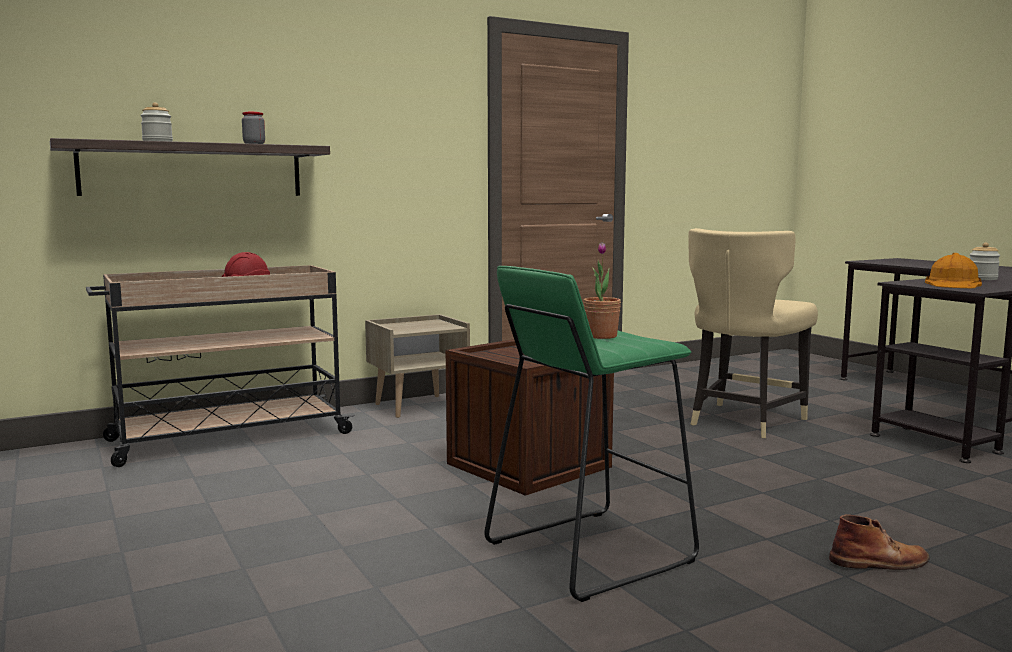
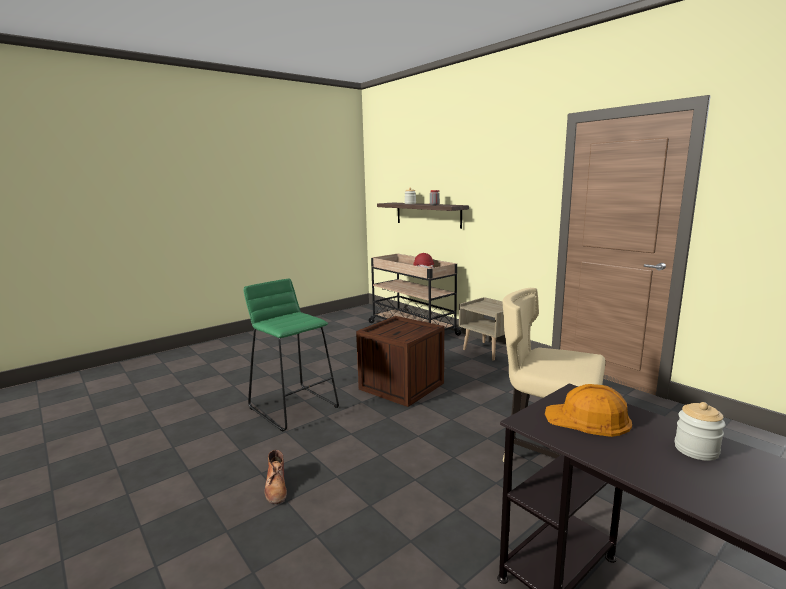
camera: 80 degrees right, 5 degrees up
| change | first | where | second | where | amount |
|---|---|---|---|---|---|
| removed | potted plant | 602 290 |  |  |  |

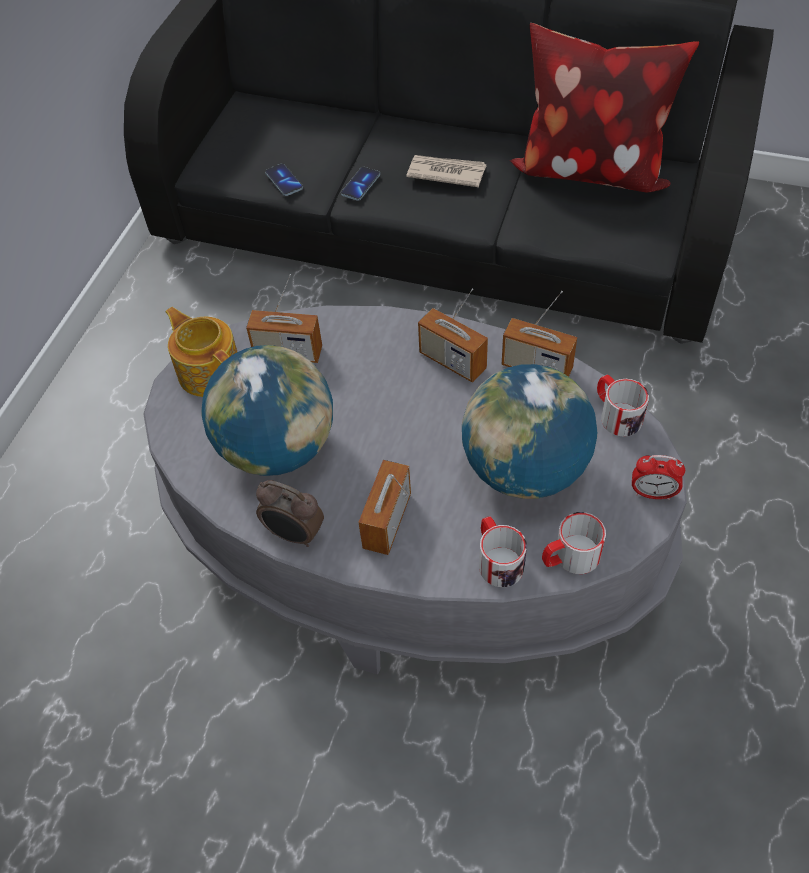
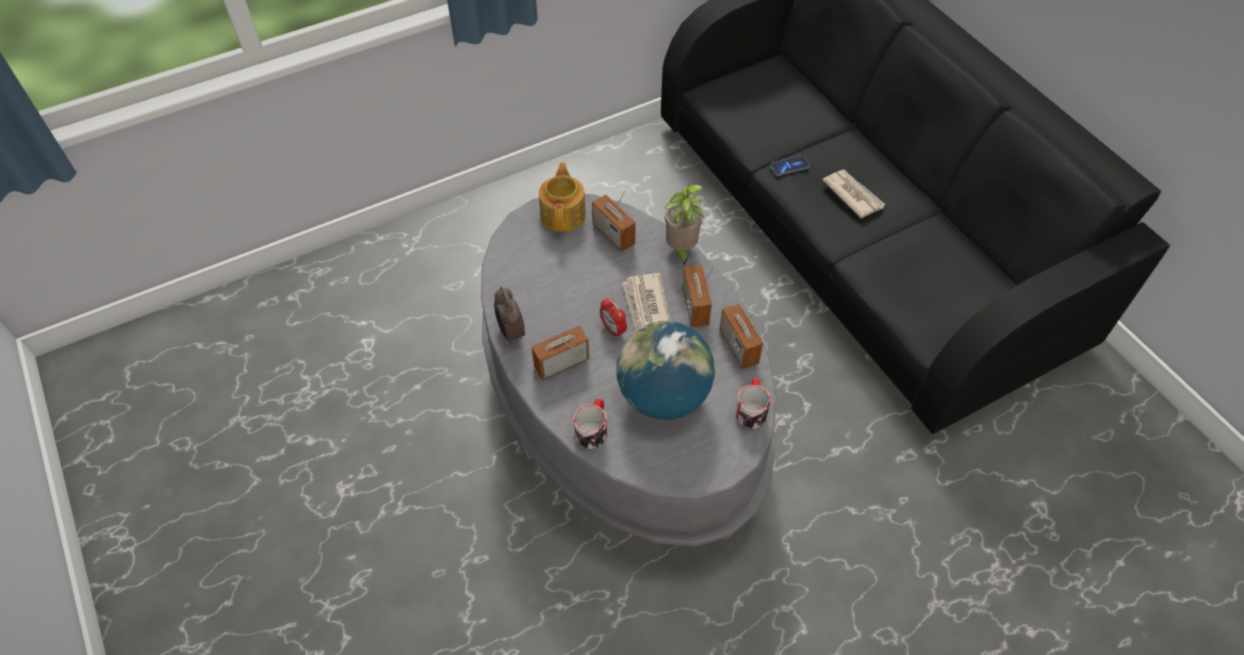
camera: 40 degrees right, 0 degrees up
| change | first | where | second | where | amount |
|---|---|---|---|---|---|
| moved | alarm clock | 658 477 |  | 613 318 |  |
| added |  |  | newspaper | 646 302 |  |
| added |  |  | potted plant | 684 225 |  |
| removed | globe | 267 410 |  |  |  |
| removed | phone | 284 179 |  |  |  |
| removed | pillow | 604 107 |  |  |  |
| removed | mug | 574 543 |  |  |  |

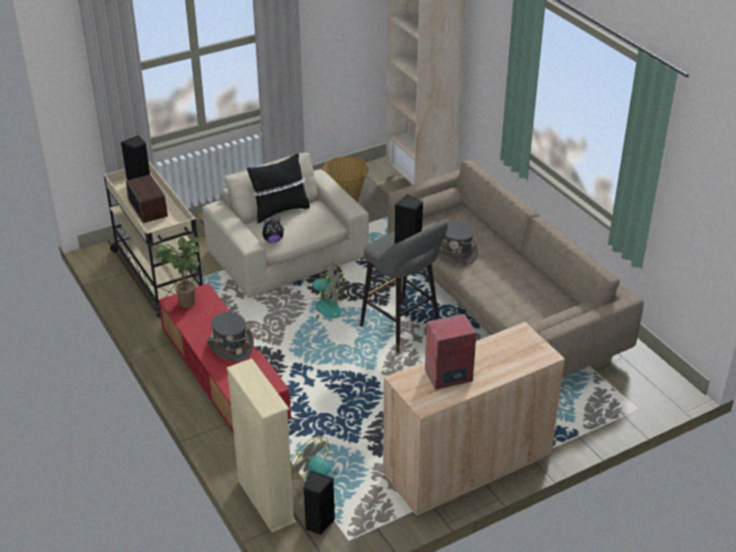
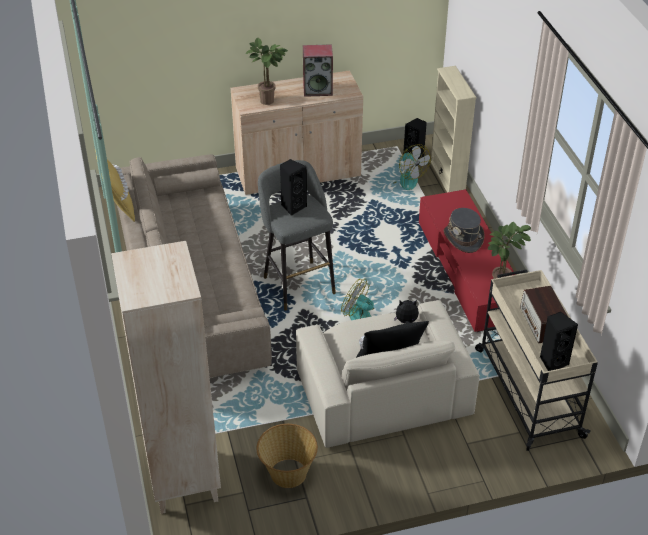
camera: 165 degrees left, 5 degrees up
| change | first | where | second | where | amount |
|---|---|---|---|---|---|
| added |  |  | yellow pillow | 115 186 |  |
| added |  |  | potted plant | 266 71 |  |
| removed | grey hat | 458 242 |  |  |  |

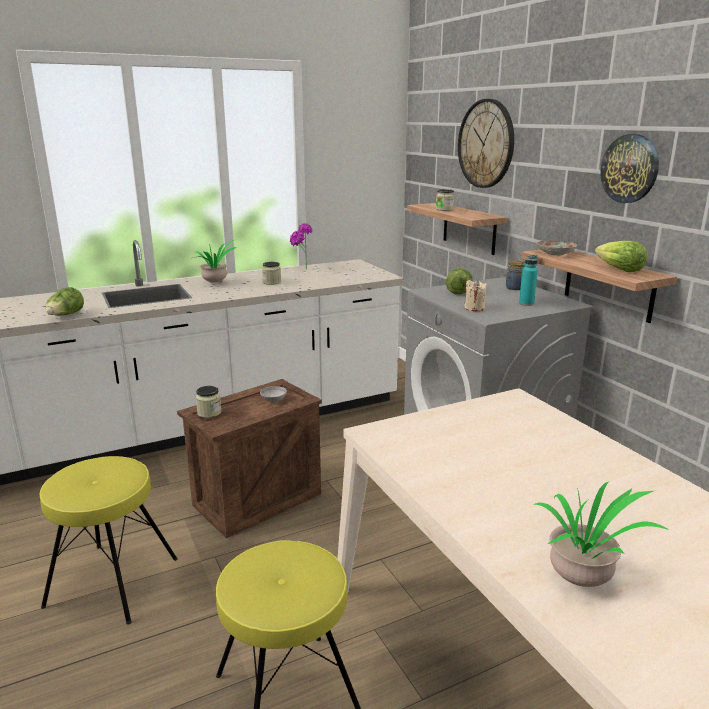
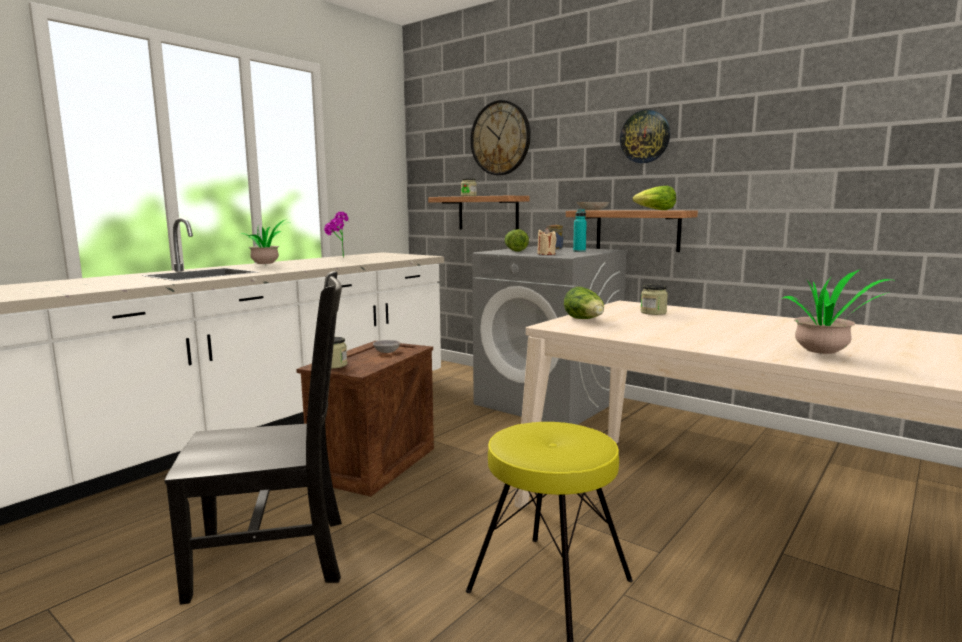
camera: 25 degrees left, 10 degrees down
| change | first | where | second | where | amount |
|---|---|---|---|---|---|
| replaced | yellow stool | 109 540 | black chair | 253 438 |  |
| moved | lettuce | 64 301 |  | 584 303 |  |
| moved | jar | 271 273 |  | 654 300 |  |

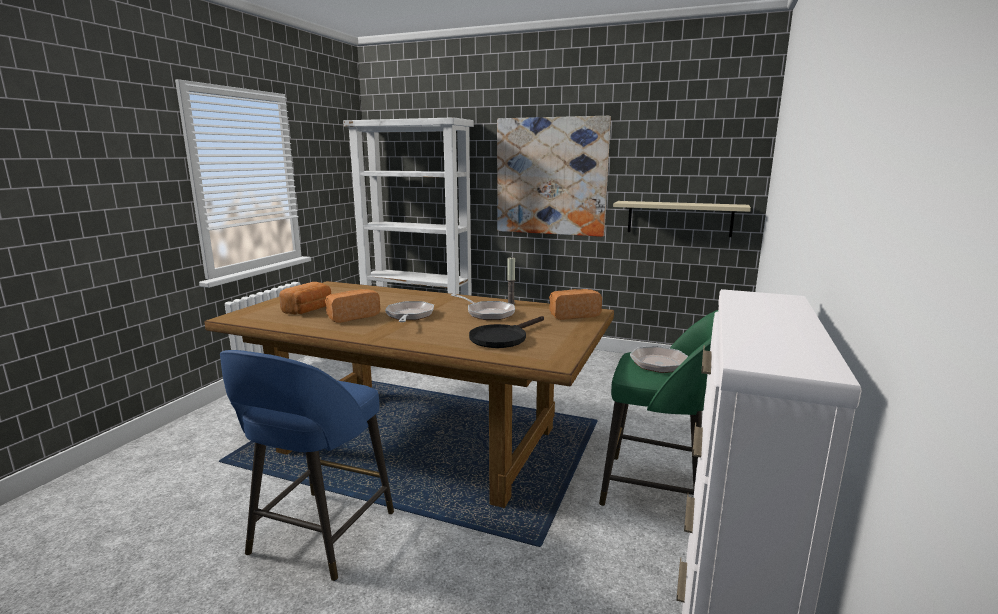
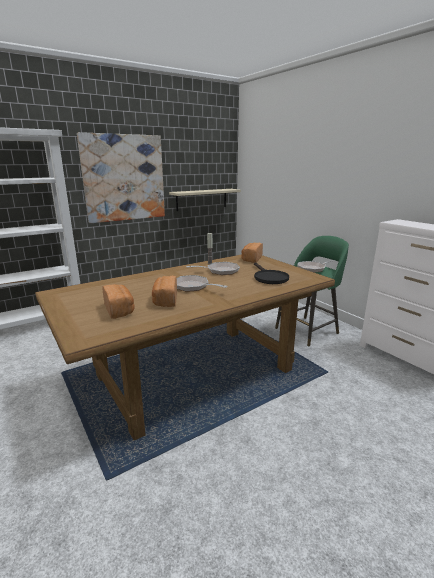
camera: 55 degrees left, 5 degrees up
| change | first | where | second | where | amount |
|---|---|---|---|---|---|
| removed | blue stool | 307 465 |  |  |  |

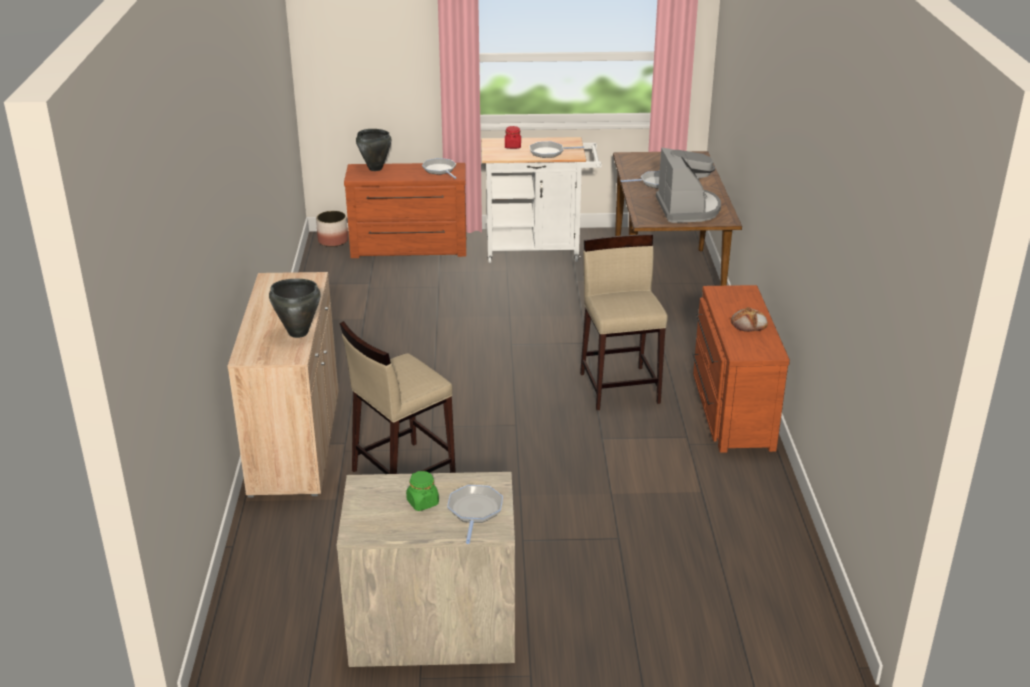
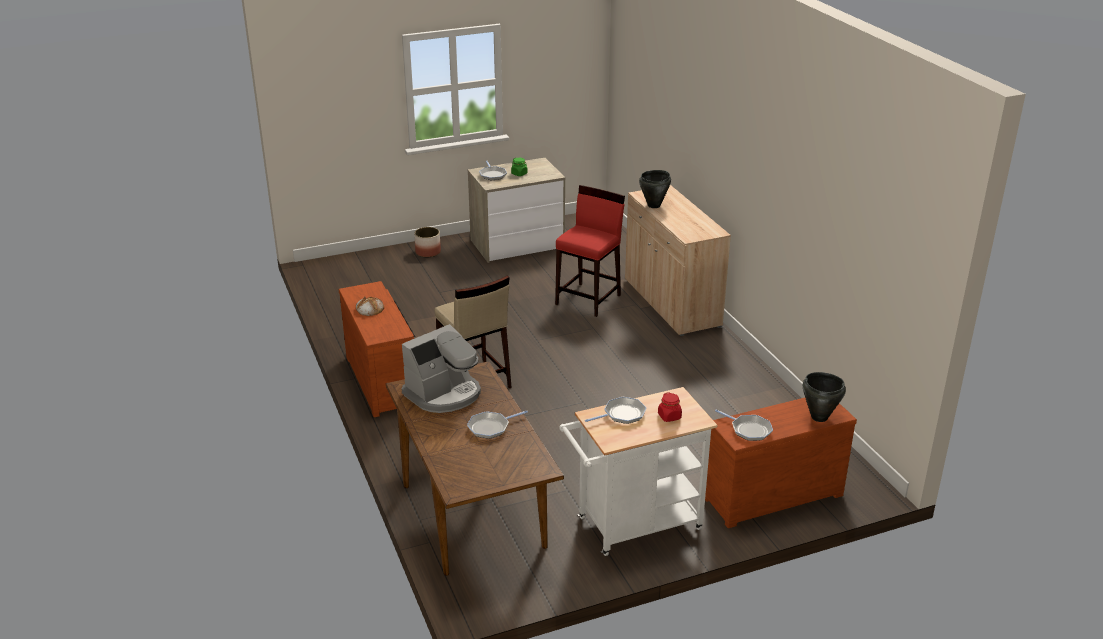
camera: 160 degrees right, 0 degrees up
| change | first | where | second | where | amount |
|---|---|---|---|---|---|
| turned | coffee machine | 688 185 |  | 441 368 | 105 degrees counterclockwise |
| moved | planter | 332 229 |  | 427 242 |  |
| recoloured | beige stool | 398 397 | red stool | 590 251 |  |

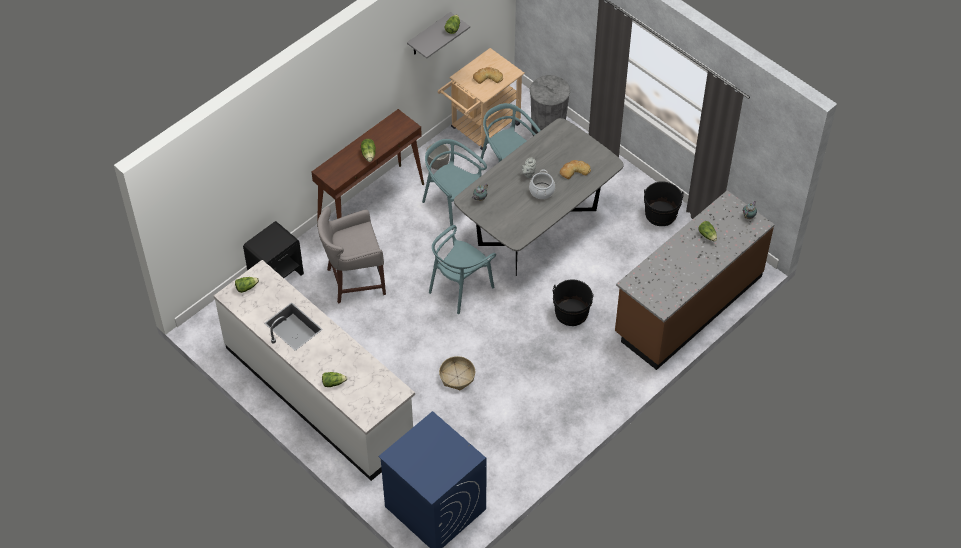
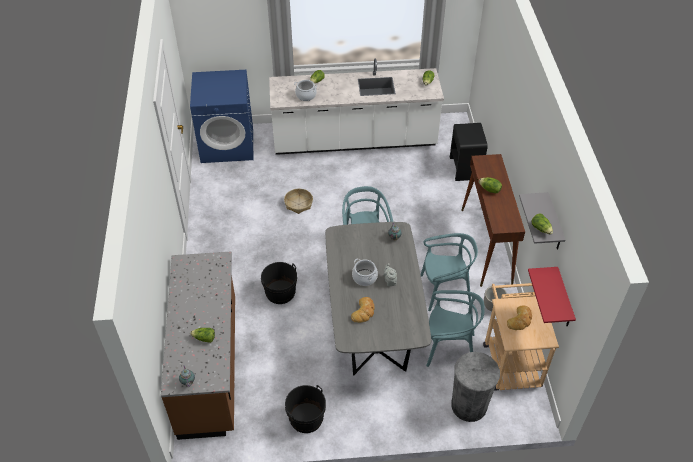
camera: 130 degrees right, 5 degrees down
| change | first | where | second | where | amount |
|---|---|---|---|---|---|
| added |  |  | cooking pot | 305 90 |  |
| added |  |  | red shelf | 552 297 |  |
| removed | grey stool | 352 255 |  |  |  |

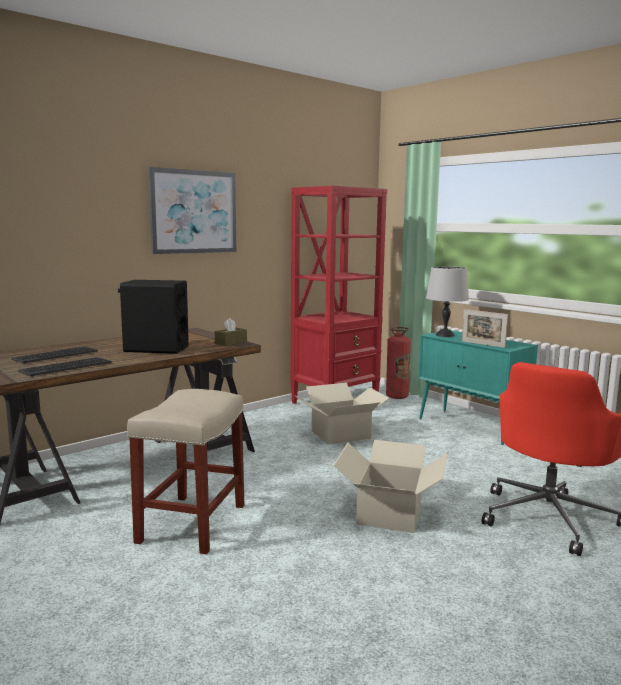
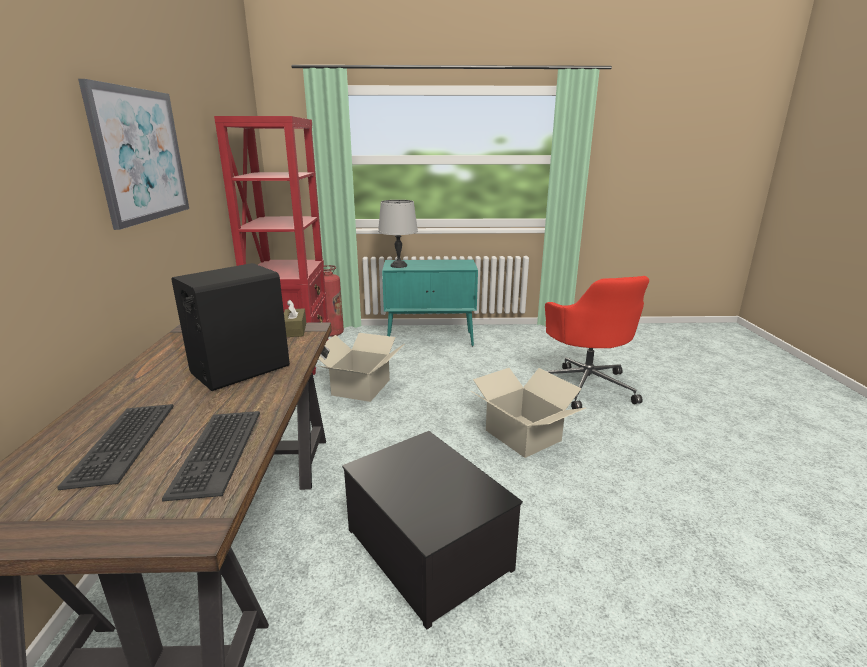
camera: 50 degrees left, 10 degrees up
| change | first | where | second | where | amount |
|---|---|---|---|---|---|
| replaced | beige stool | 185 471 | storage box | 432 530 |  |
| removed | picture frame | 485 328 |  |  |  |

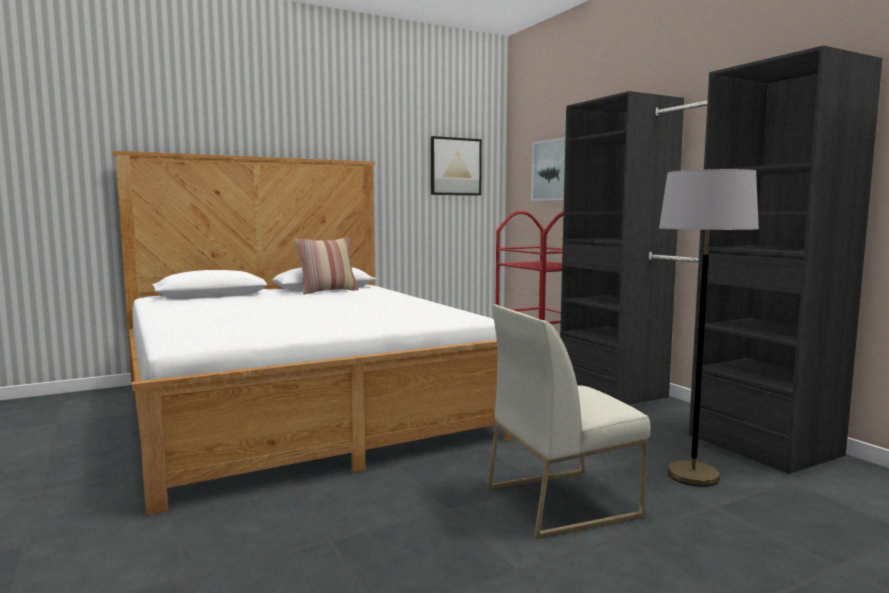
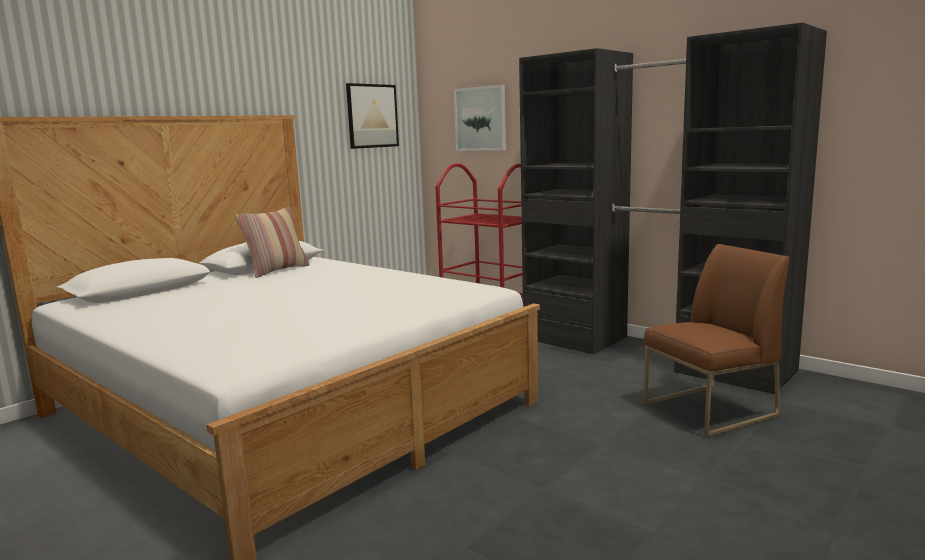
camera: 20 degrees left, 5 degrees up
| change | first | where | second | where | amount |
|---|---|---|---|---|---|
| replaced | grey floor lamp | 709 328 | brown chair | 716 341 |  |
| removed | white chair | 568 421 |  |  |  |

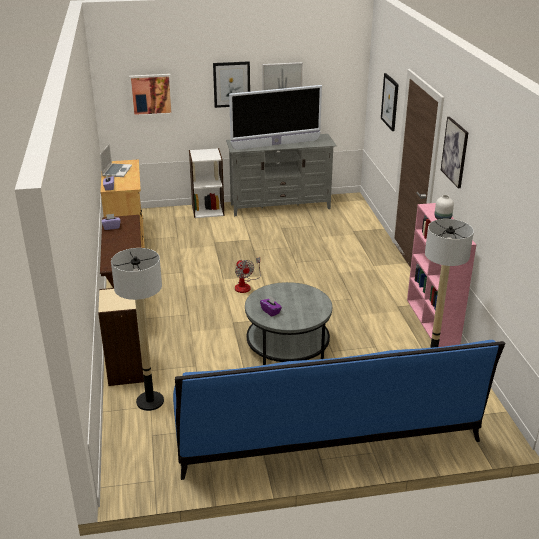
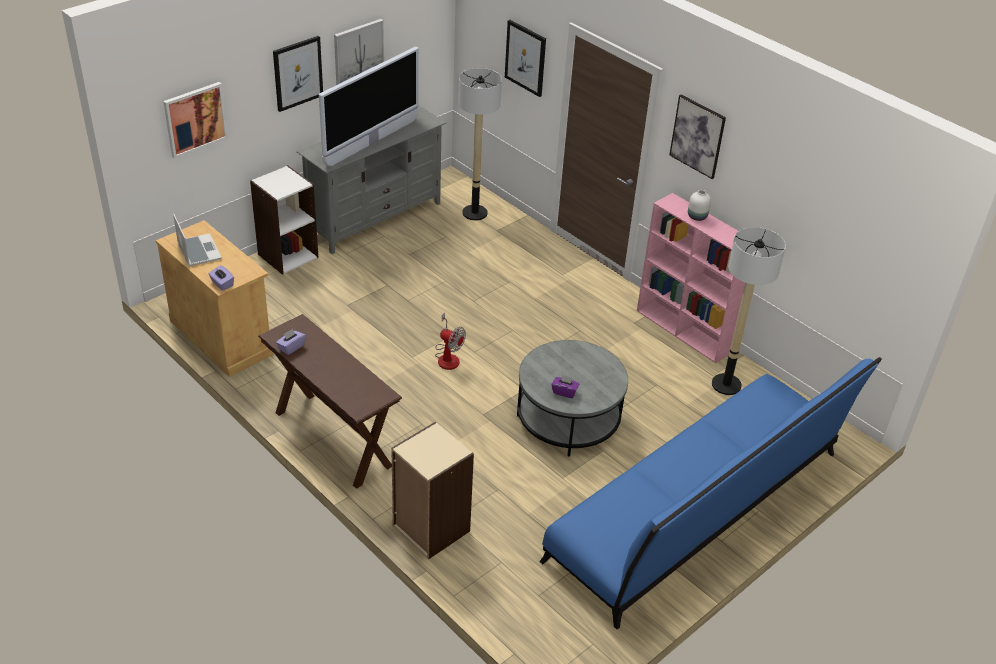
camera: 35 degrees left, 10 degrees up
| change | first | where | second | where | amount |
|---|---|---|---|---|---|
| moved | floor lamp | 137 329 |  | 480 144 |  |

